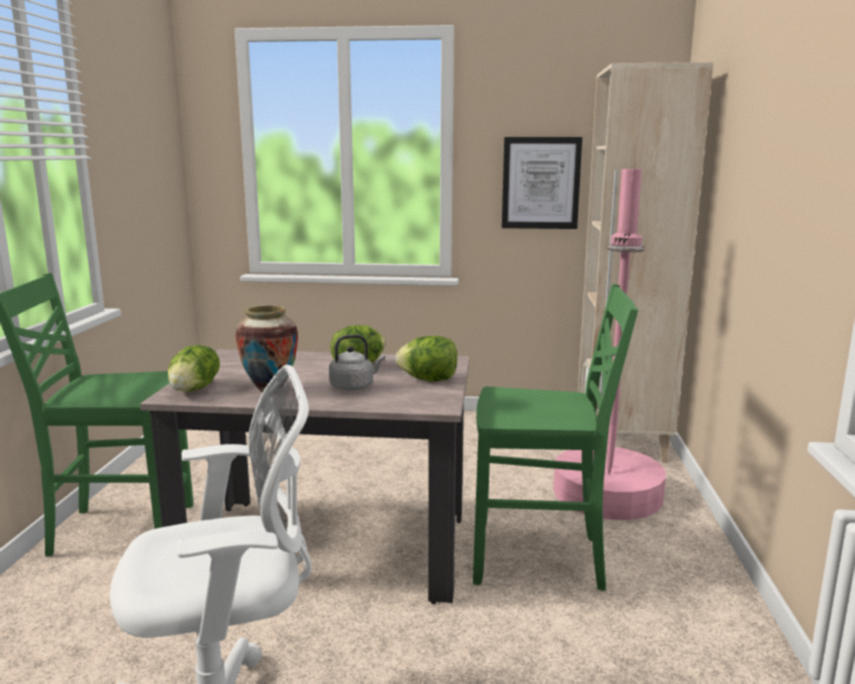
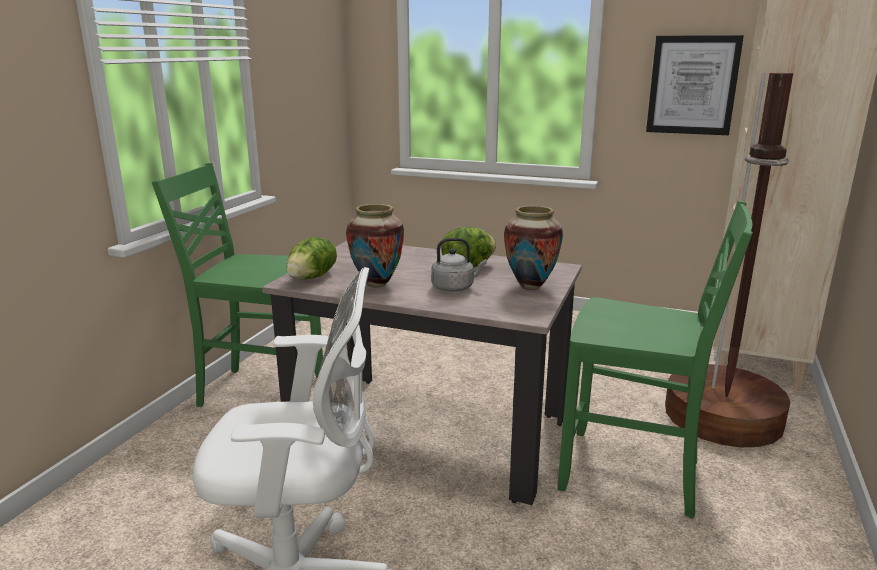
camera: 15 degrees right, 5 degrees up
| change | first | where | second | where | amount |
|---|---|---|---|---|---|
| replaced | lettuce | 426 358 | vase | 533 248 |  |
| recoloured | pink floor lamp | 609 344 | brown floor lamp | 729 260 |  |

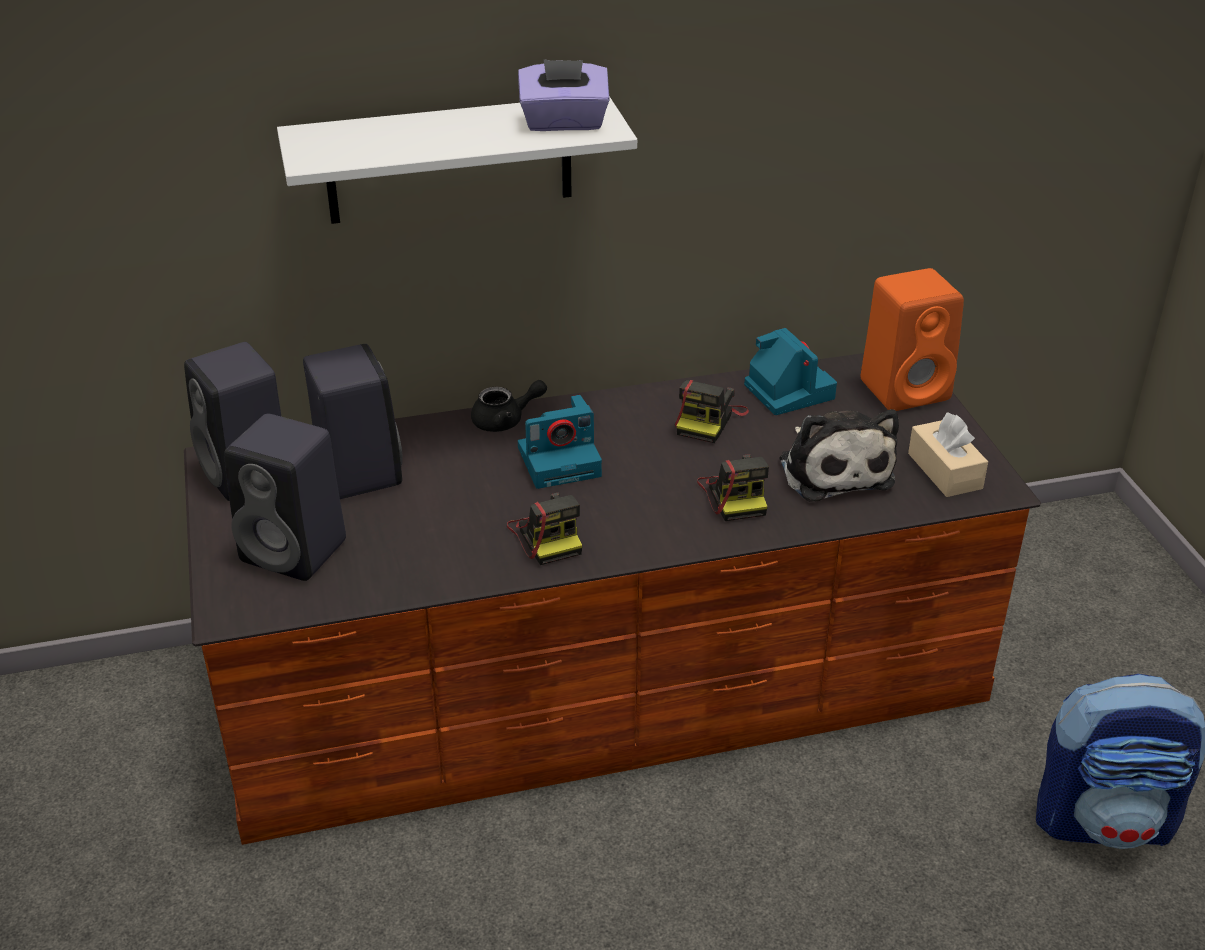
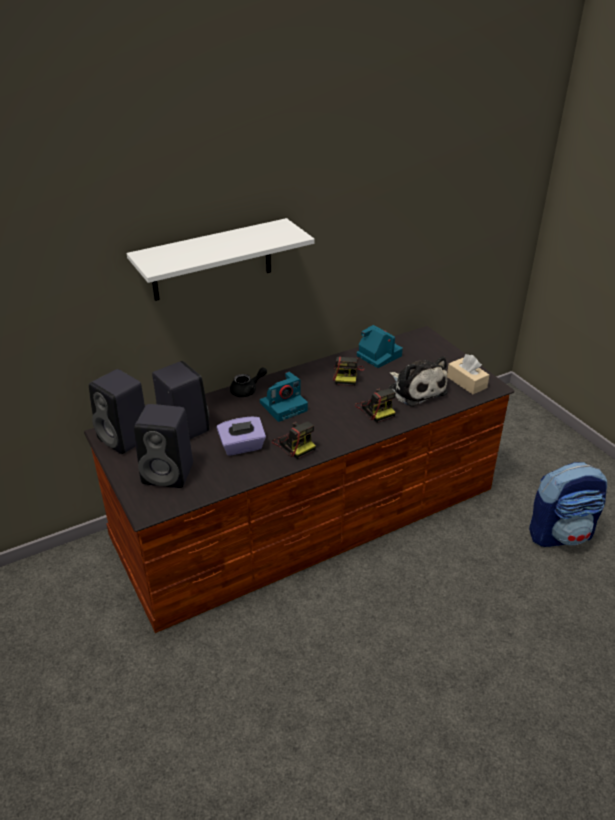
camera: 15 degrees left, 0 degrees up
| change | first | where | second | where | amount |
|---|---|---|---|---|---|
| moved | purple tissue box | 564 95 |  | 241 436 |  |
| removed | orange speaker | 912 339 |  |  |  |

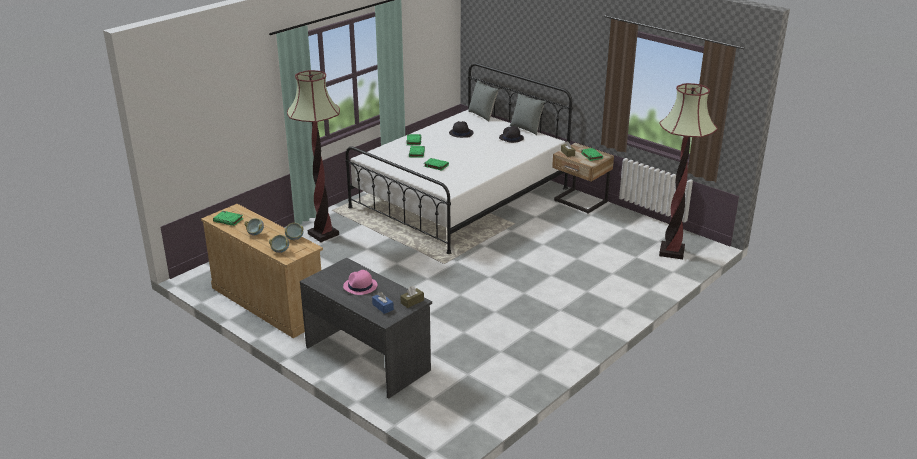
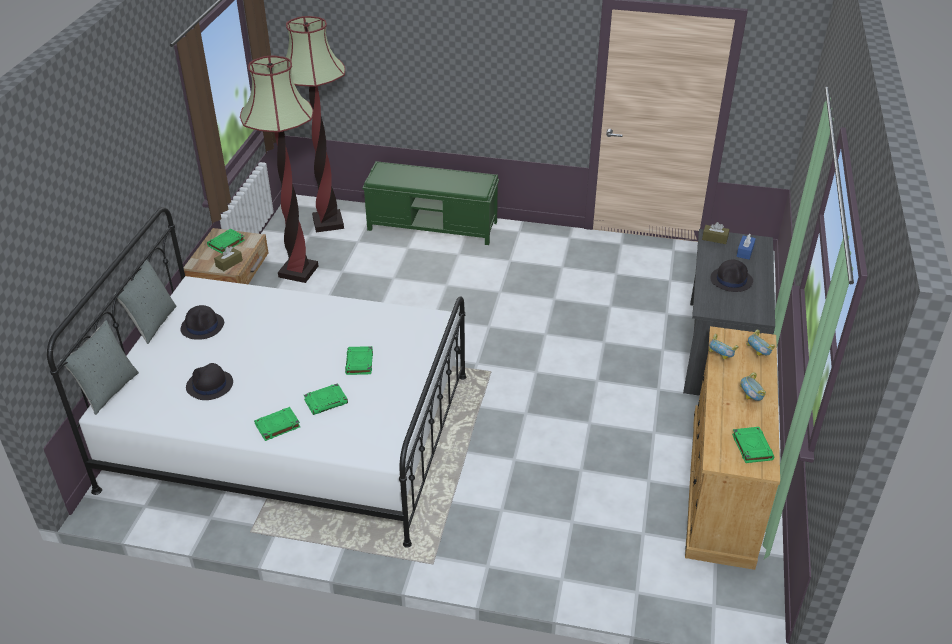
camera: 120 degrees left, 10 degrees up
| change | first | where | second | where | amount |
|---|---|---|---|---|---|
| moved | floor lamp | 313 156 |  | 279 169 |  |
| added |  |  | green bench | 430 203 |  |
| recoloured | pink hat | 360 282 | black hat | 731 276 |  |

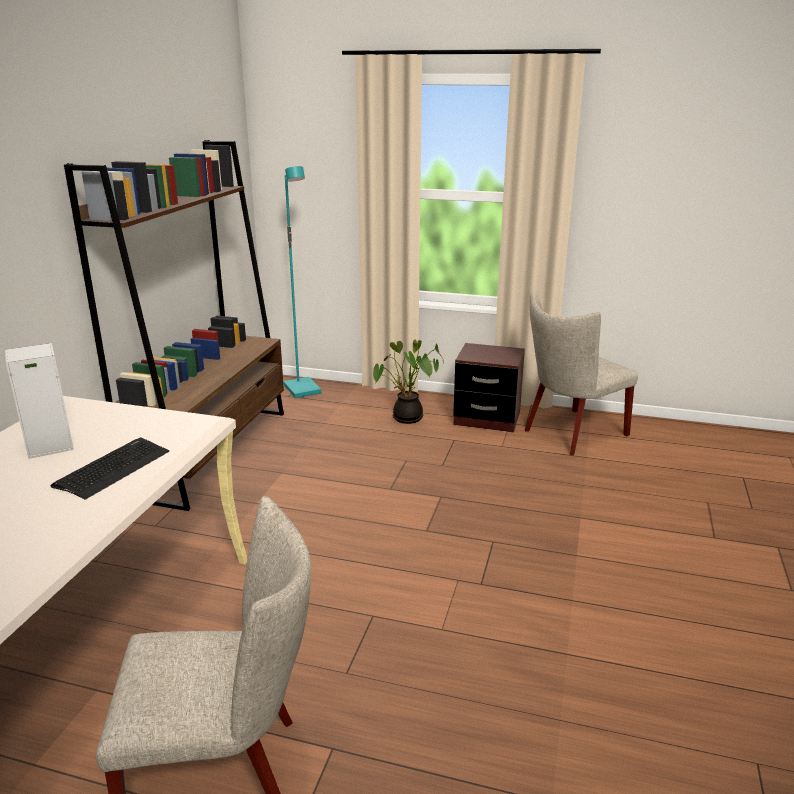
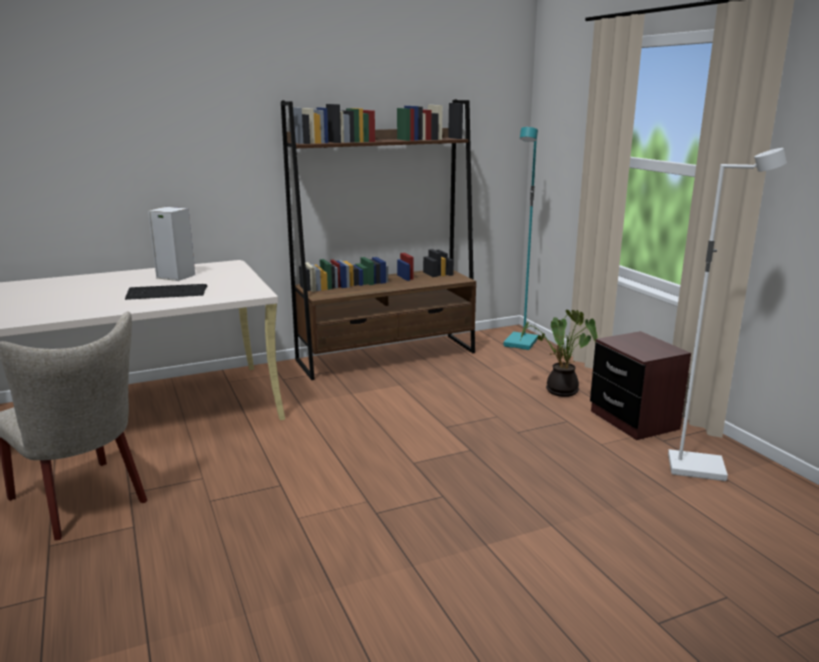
camera: 50 degrees right, 5 degrees down
| change | first | where | second | where | amount |
|---|---|---|---|---|---|
| replaced | beige chair | 581 373 | white floor lamp | 727 314 |  |

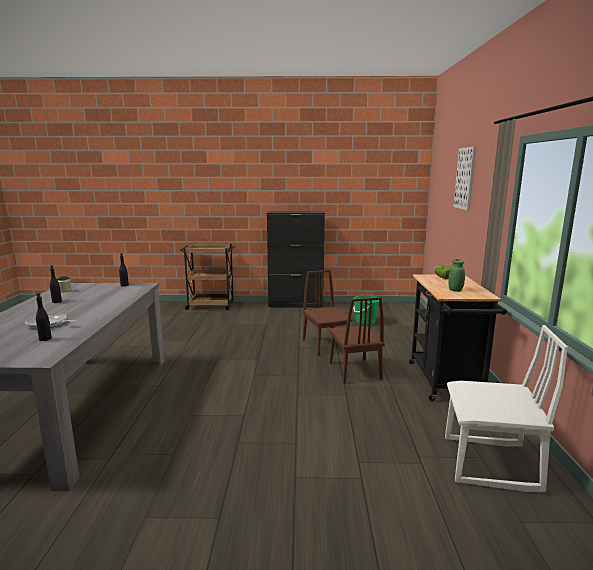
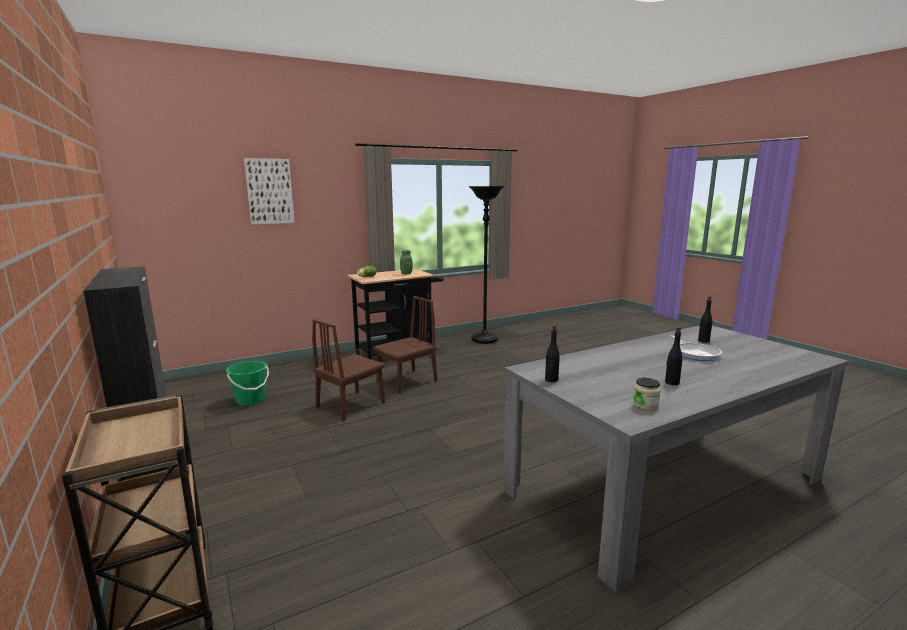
camera: 120 degrees left, 0 degrees up
| change | first | where | second | where | amount |
|---|---|---|---|---|---|
| replaced | white chair | 506 408 | black floor lamp | 486 265 |  |

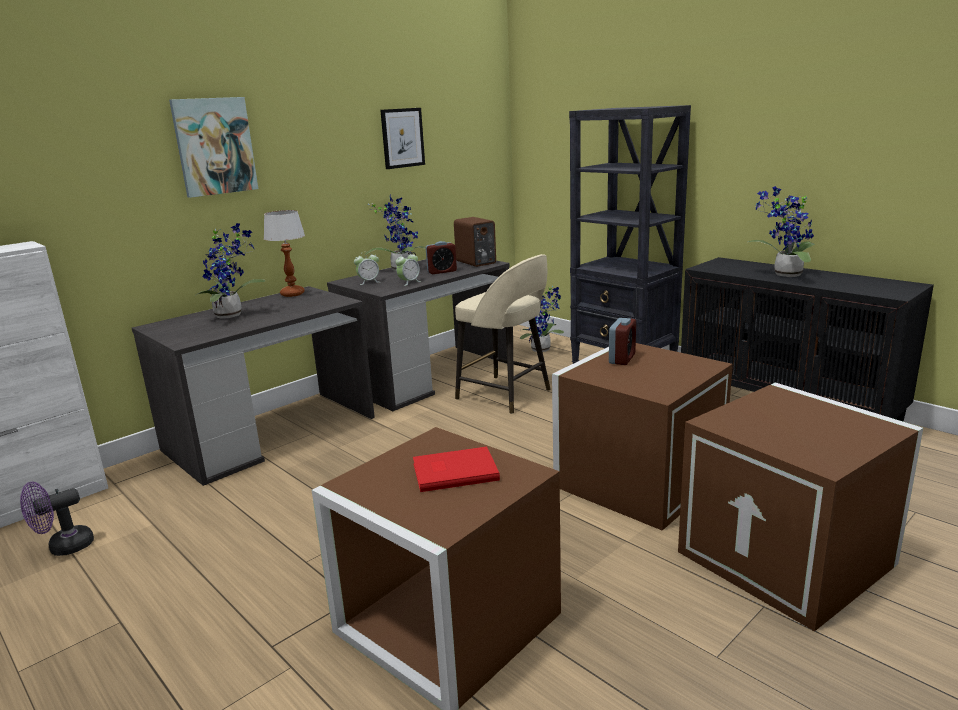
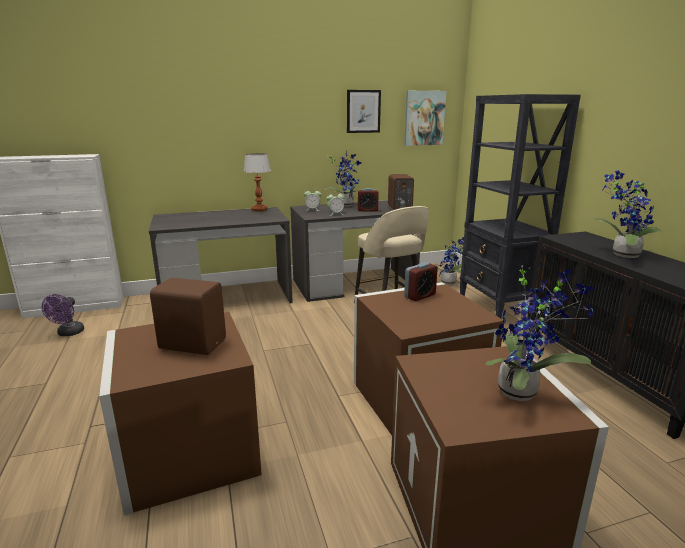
camera: 25 degrees right, 0 degrees up
| change | first | where | second | where | amount |
|---|---|---|---|---|---|
| turned | purple fan | 57 519 |  | 63 315 | 75 degrees counterclockwise |
| replaced | red book | 456 469 | brown speaker | 188 316 |  |
| moved | picture | 213 147 |  | 425 118 |  |
| moved | potted plant | 231 271 |  | 539 333 |  |

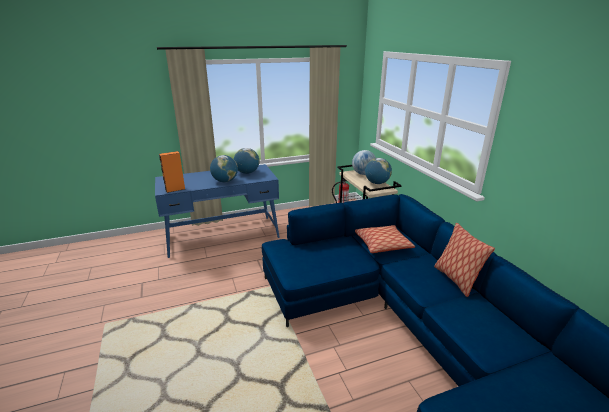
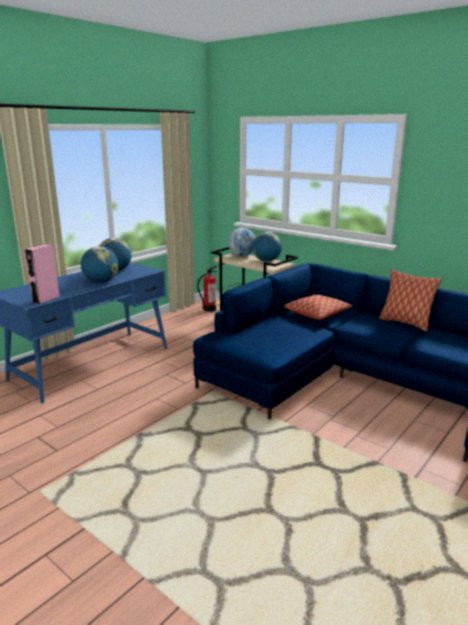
camera: 30 degrees left, 5 degrees down
| change | first | where | second | where | amount |
|---|---|---|---|---|---|
| recoloured | orange speaker | 172 172 | pink speaker | 42 274 |  |

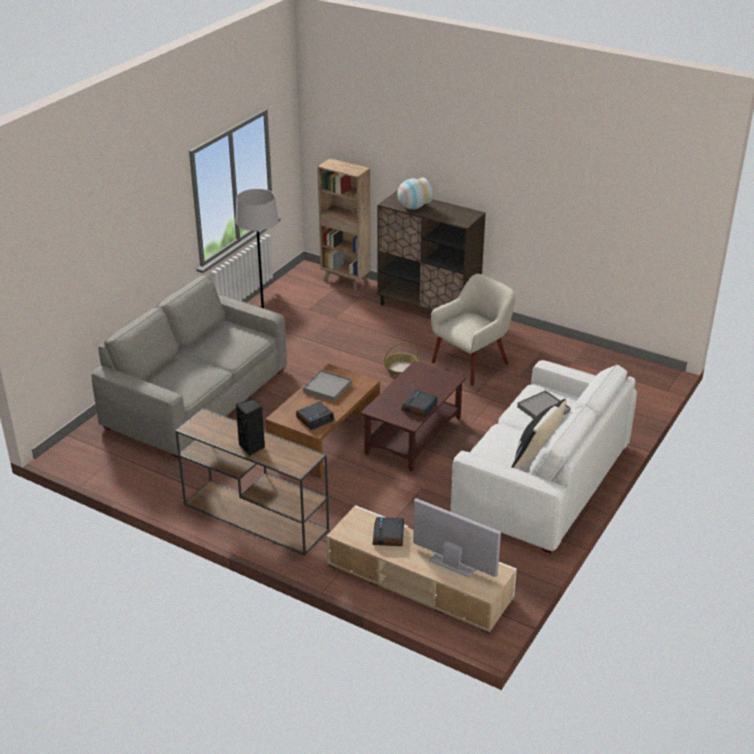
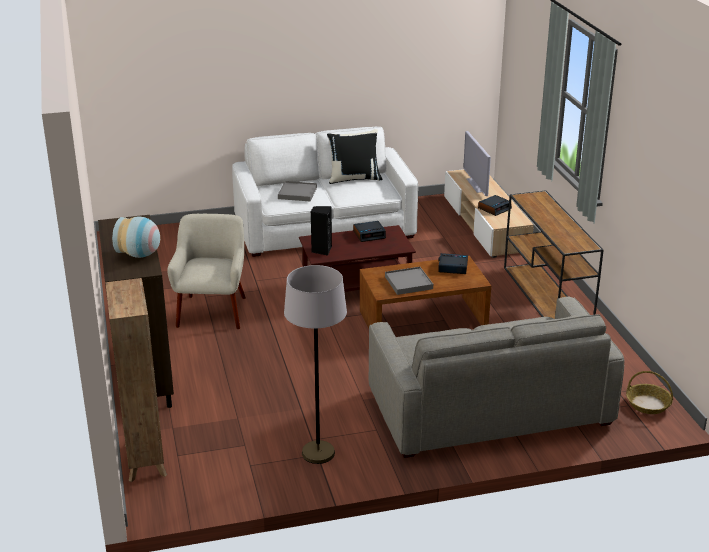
camera: 135 degrees left, 5 degrees down
| change | first | where | second | where | amount |
|---|---|---|---|---|---|
| turned | beige armchair | 473 330 |  | 206 271 | 90 degrees clockwise |
| moved | black speaker | 250 427 |  | 321 231 |  |
| moved | basket | 402 359 |  | 649 392 |  |

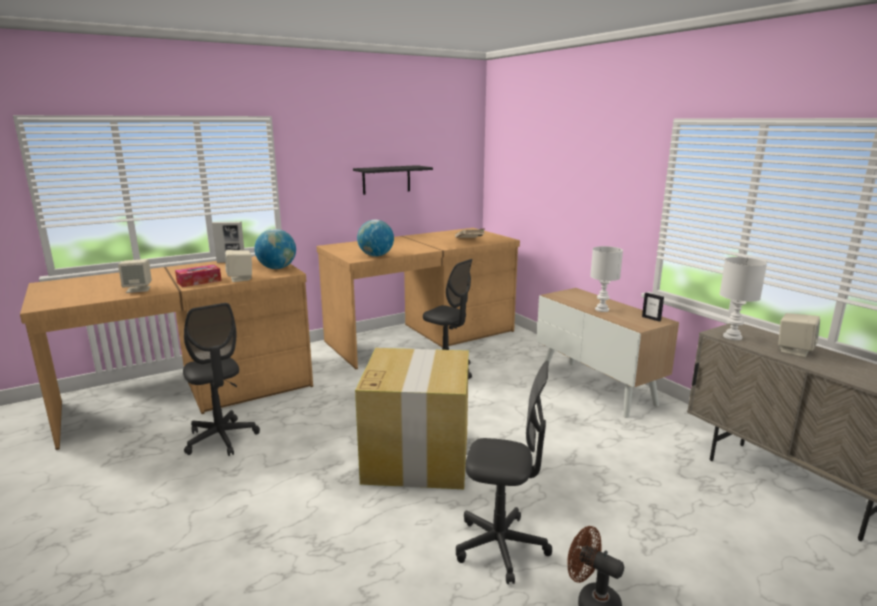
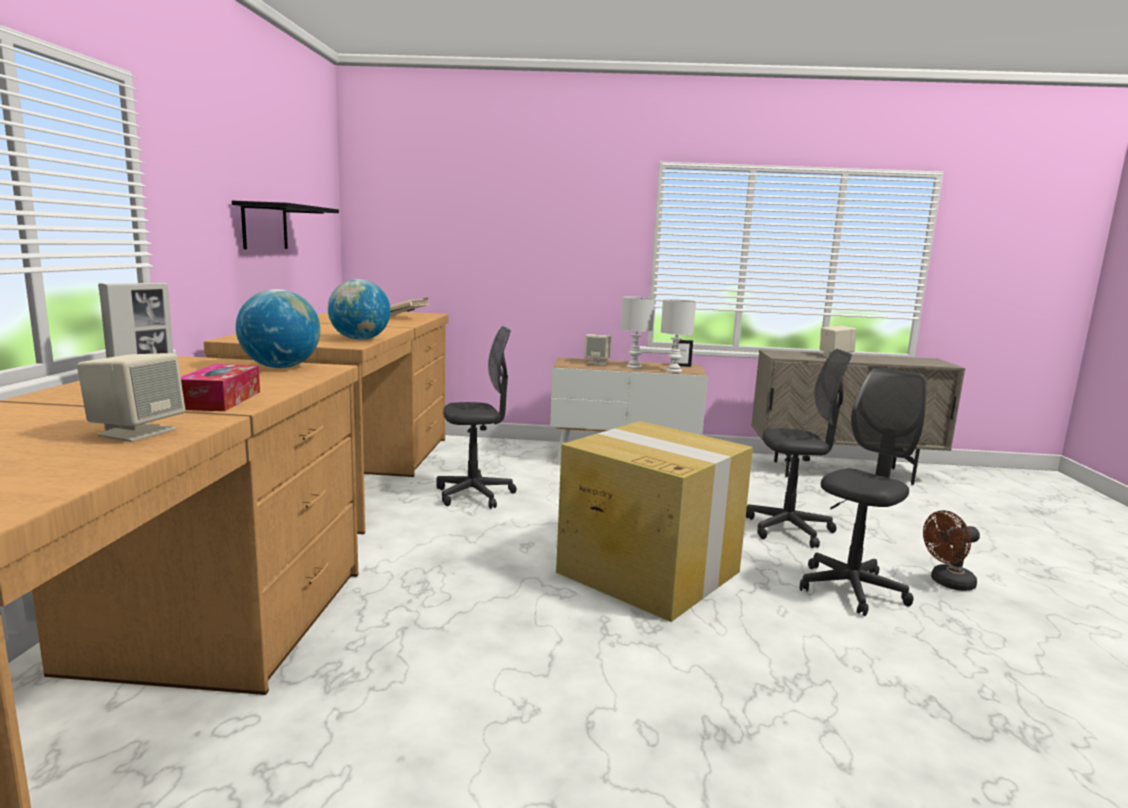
camera: 55 degrees left, 5 degrees down
| change | first | where | second | where | amount |
|---|---|---|---|---|---|
| moved | beige speaker | 238 266 |  | 597 350 |  |
| moved | white table lamp | 743 298 |  | 678 336 |  |
| moved | grey office chair | 221 379 |  | 799 448 |  |

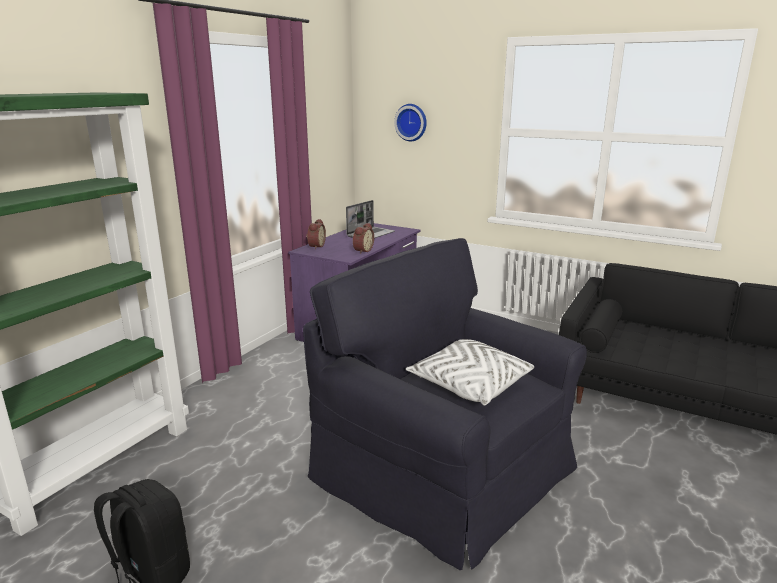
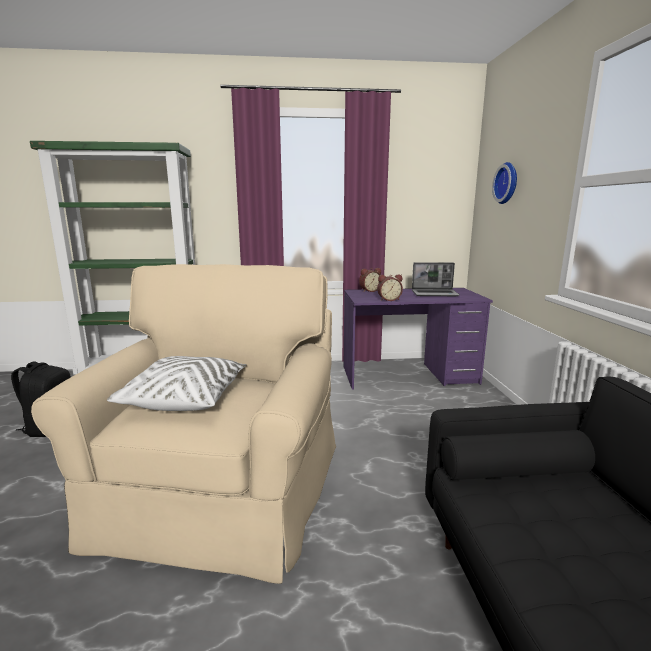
camera: 55 degrees right, 5 degrees down
| change | first | where | second | where | amount |
|---|---|---|---|---|---|
| recoloured | black armchair | 445 404 | beige armchair | 183 424 |  |

